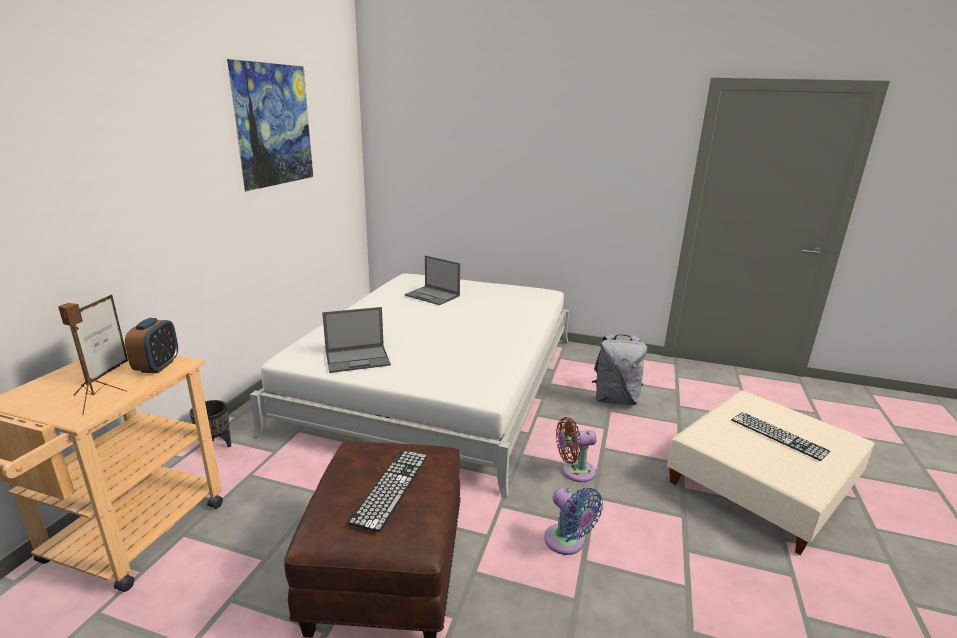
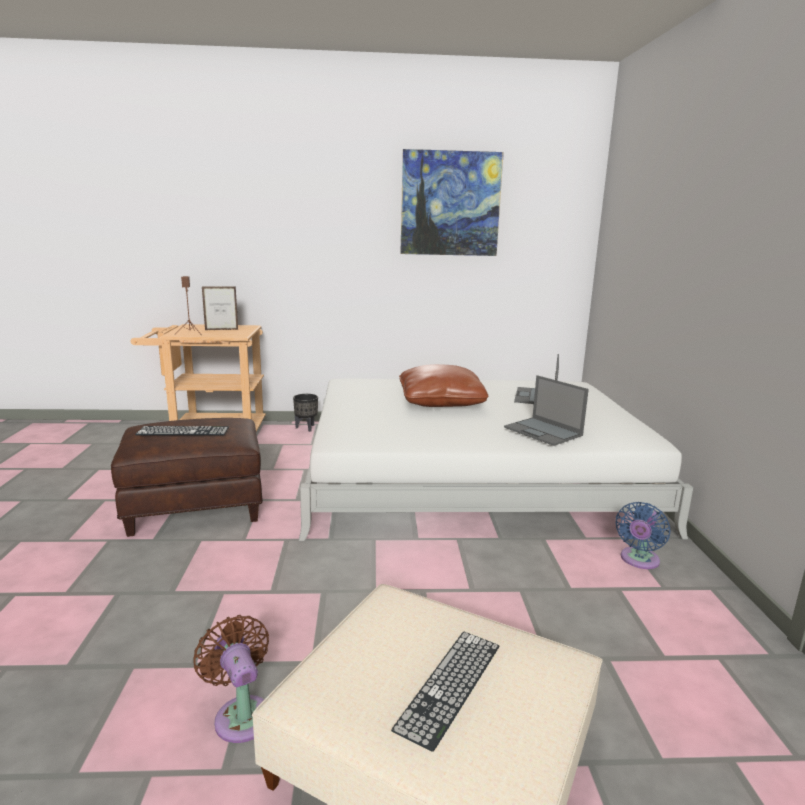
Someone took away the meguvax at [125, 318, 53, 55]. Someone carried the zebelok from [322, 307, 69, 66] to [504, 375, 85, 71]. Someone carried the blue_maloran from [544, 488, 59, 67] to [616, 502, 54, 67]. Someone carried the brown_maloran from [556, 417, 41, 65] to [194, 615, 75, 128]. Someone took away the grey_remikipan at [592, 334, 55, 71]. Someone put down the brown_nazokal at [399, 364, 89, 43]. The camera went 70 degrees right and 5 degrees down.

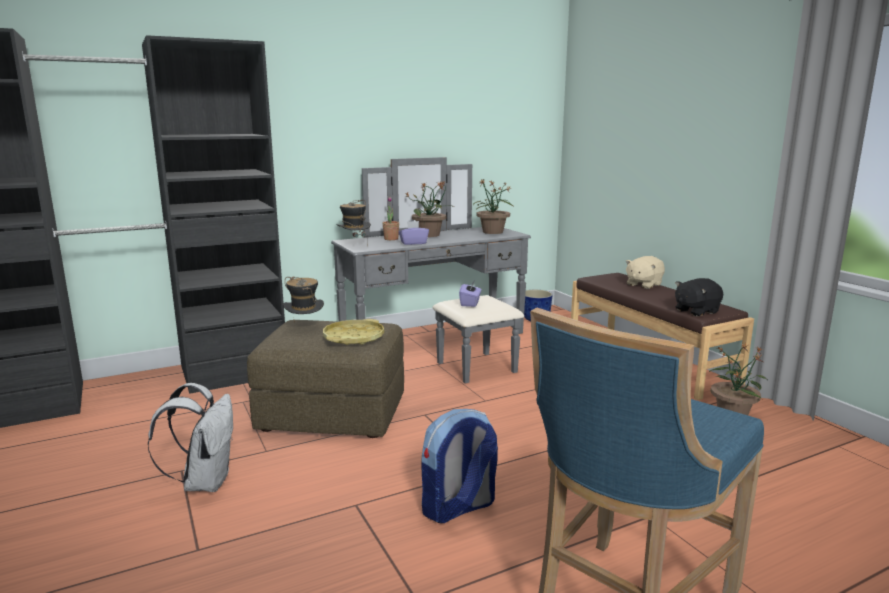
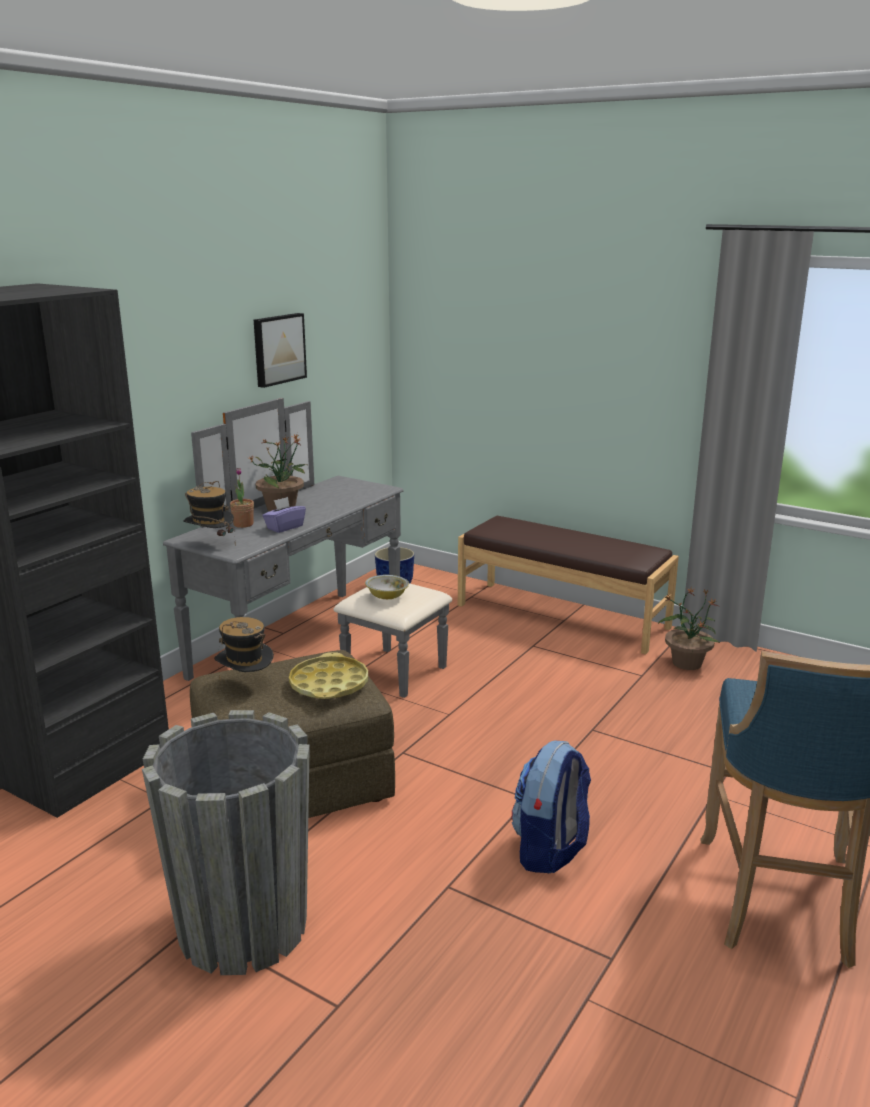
Someone swapped the white_remikipan at [148, 383, 85, 109] for the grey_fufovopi at [142, 710, 168, 265]. Someone swapped the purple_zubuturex at [459, 281, 22, 26] for the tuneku at [365, 575, 44, 24]. Someone took away the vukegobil at [473, 179, 41, 55]. Someone took away the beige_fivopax at [625, 256, 40, 33]. Someone took away the black_fivopax at [675, 278, 48, 38]. Someone put up the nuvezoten at [254, 313, 53, 75]. The camera went 30 degrees left and 5 degrees up.

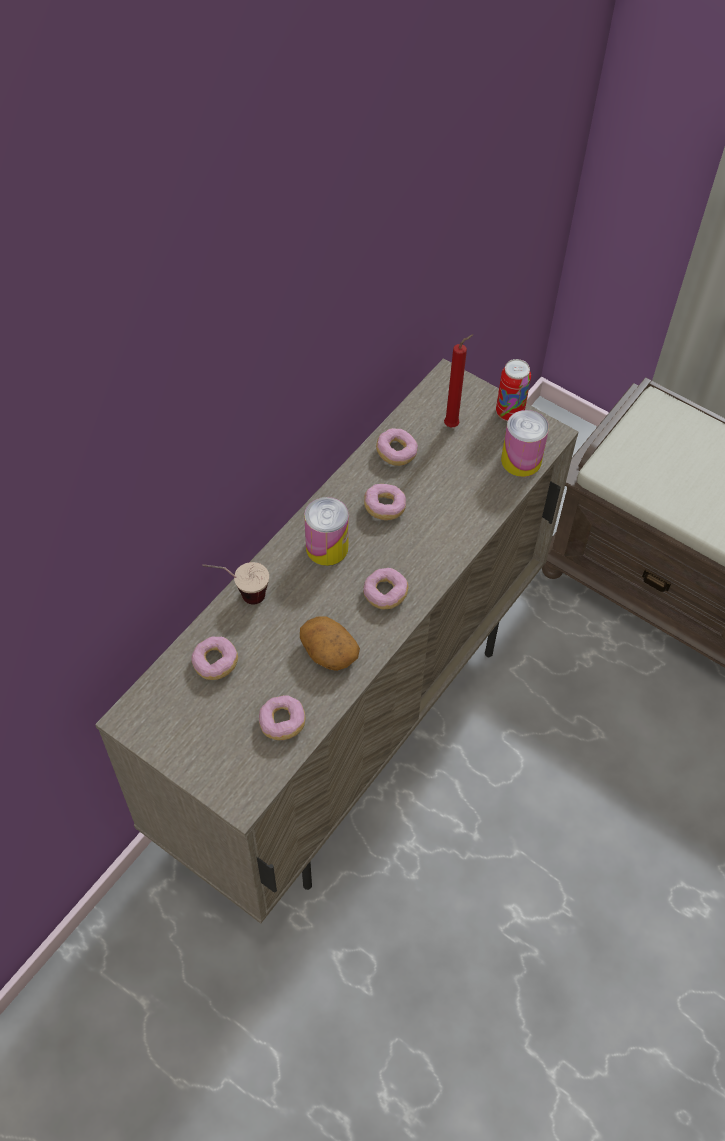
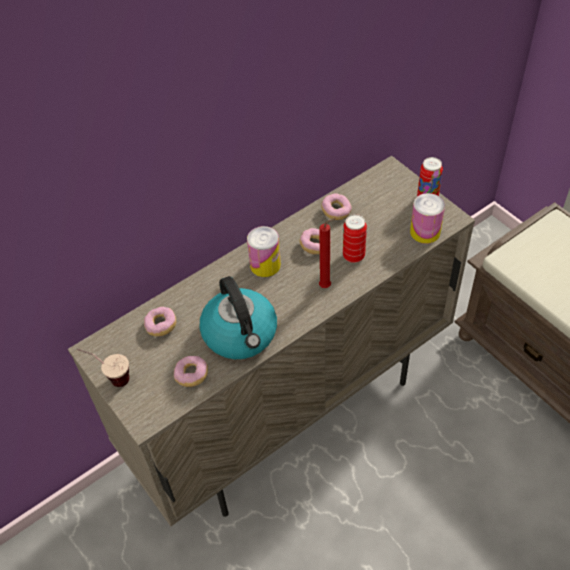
Someone carried the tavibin from [202, 562, 67, 43] to [77, 349, 52, 38]. Someone swapped the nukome at [300, 616, 60, 55] for the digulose at [199, 276, 78, 83]. Someone took away the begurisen at [363, 568, 46, 41]. Someone carried the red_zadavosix from [444, 334, 30, 93] to [319, 218, 17, 70]. Someone put down the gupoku at [343, 214, 24, 49]. The camera went 20 degrees right and 5 degrees down.

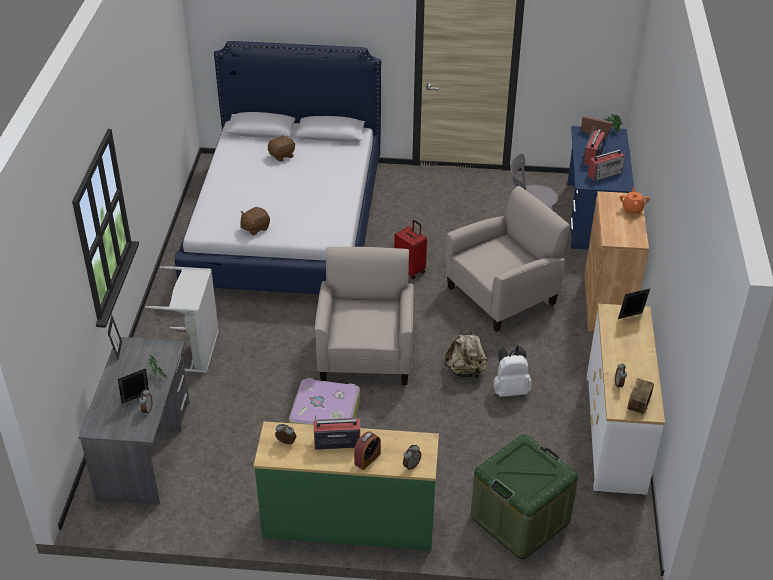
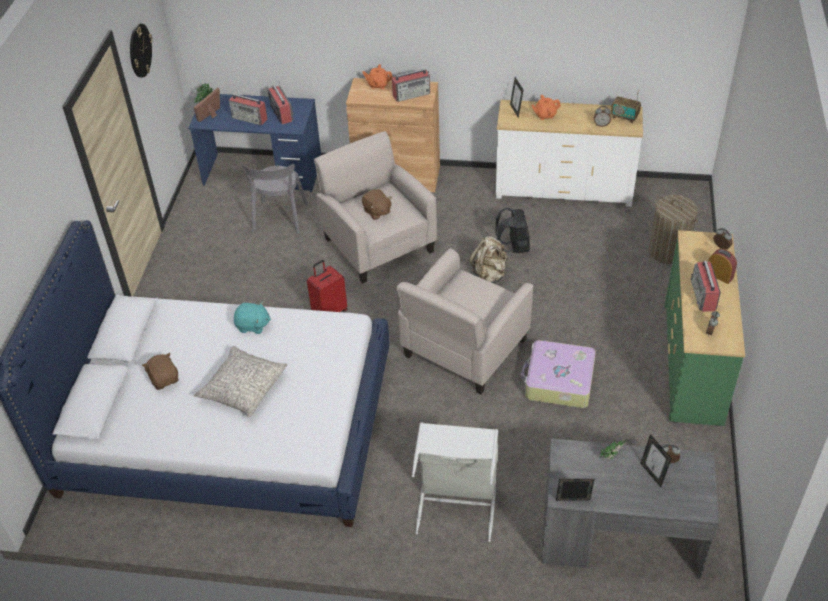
Someone carried the brown_fivopax from [240, 207, 30, 29] to [362, 189, 30, 31]. Someone rotated the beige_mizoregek at [315, 247, 99, 138] by 60 degrees counterclockwise. Someone swapped the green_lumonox at [471, 435, 107, 124] for the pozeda at [649, 195, 49, 69]. Someone repainted the white_remikipan at [493, 345, 39, 52], which became the black_remikipan at [496, 208, 34, 45]. Someone put up the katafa at [130, 24, 23, 53]. Someone put down the grey_nazokal at [194, 346, 93, 71]. Someone put down the turquoise_fivopax at [234, 302, 37, 32]. Someone put down the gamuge at [392, 69, 38, 33]. Someone put down the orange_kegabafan at [531, 95, 30, 25]. The camera went 85 degrees left and 5 degrees up.

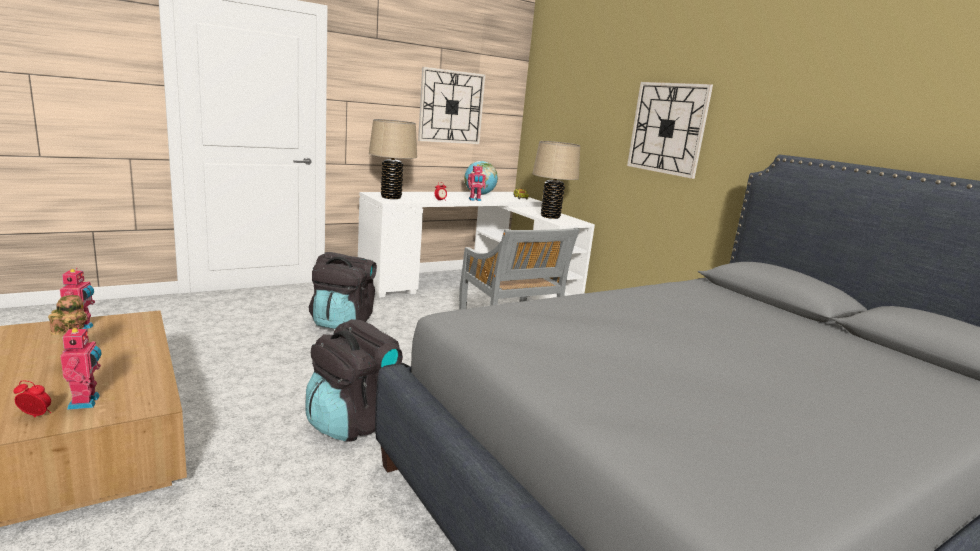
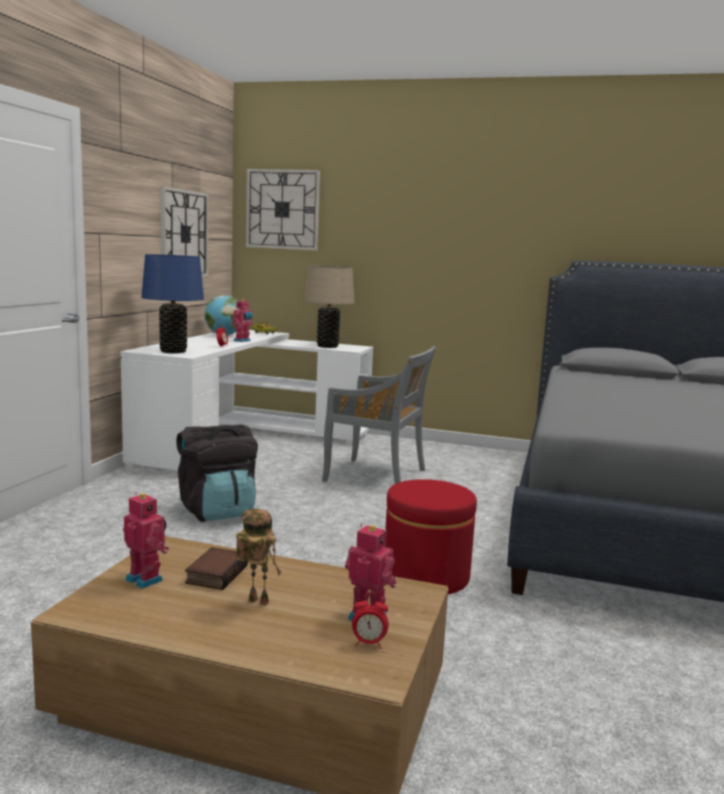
Someone rotated the meguvax at [13, 381, 38, 36] by 135 degrees counterclockwise. Someone swapped the black_remikipan at [305, 319, 105, 122] for the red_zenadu at [384, 479, 93, 115]. Someone repainted the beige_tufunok at [369, 119, 48, 80], which became the blue_tufunok at [141, 254, 63, 99]. Someone carried the katafa from [627, 82, 86, 97] to [246, 169, 74, 82]. Someone put down the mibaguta at [185, 547, 63, 43]. The camera went 40 degrees left and 5 degrees down.

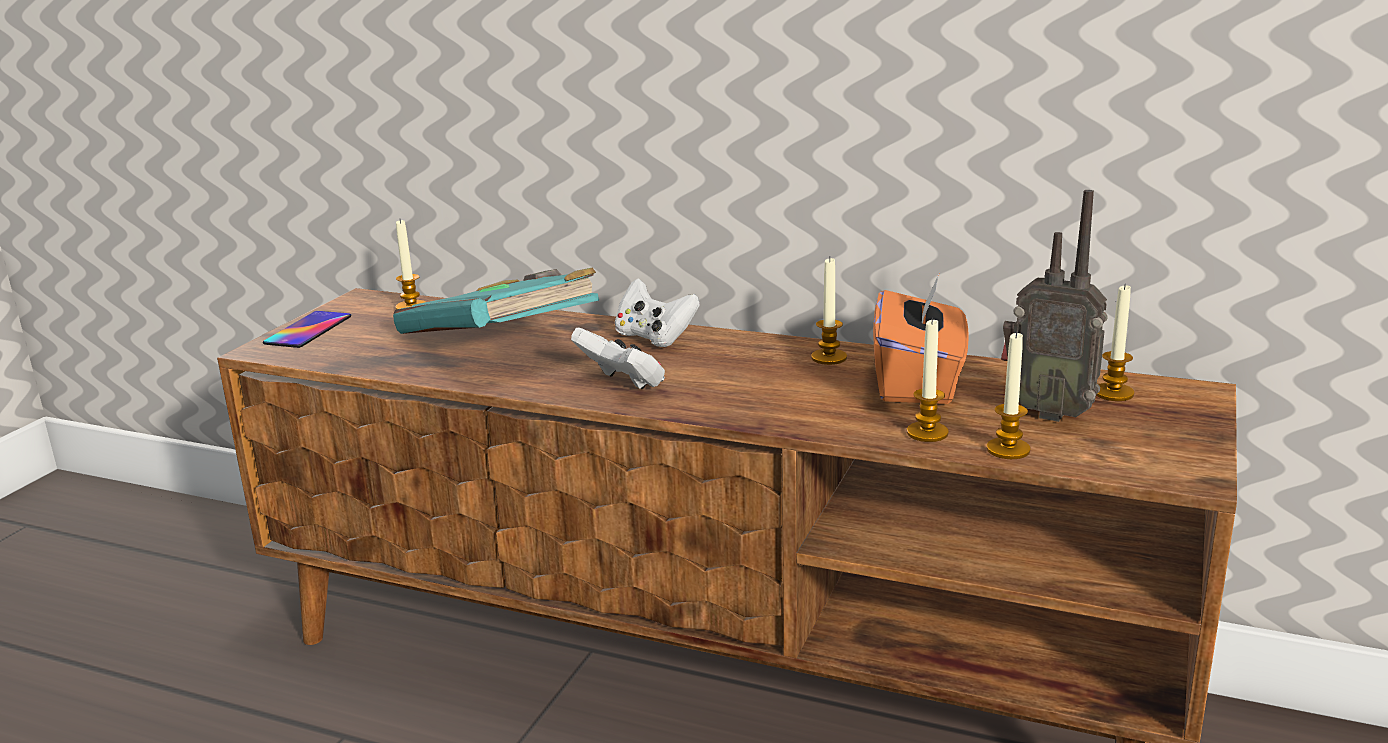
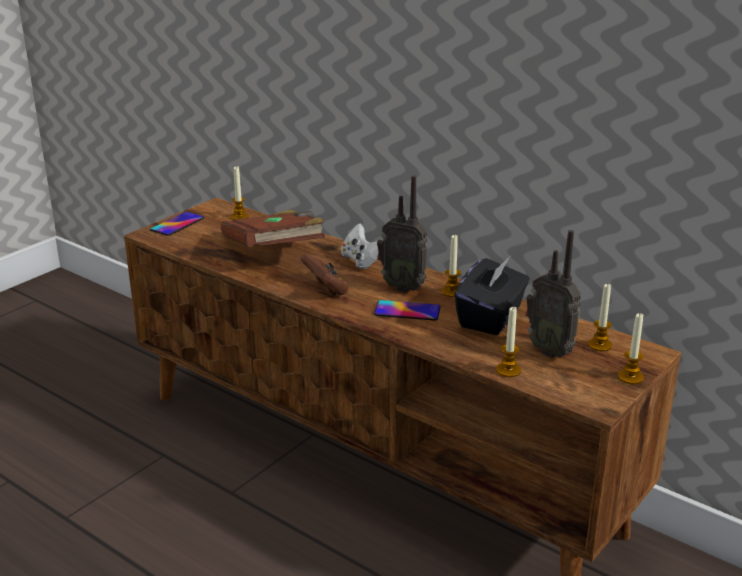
Someone repainted the turquoise_mibaguta at [393, 268, 206, 66], which became the brown_mibaguta at [221, 210, 104, 37]. Someone repainted the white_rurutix at [571, 327, 94, 63], which became the brown_rurutix at [301, 254, 47, 42]. Someone repainted the orange_zubuturex at [873, 277, 95, 127], which became the black_zubuturex at [455, 256, 75, 79]. Someone carried the zadavosix from [907, 318, 42, 124] to [618, 313, 26, 71]. Someone put down the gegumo at [374, 300, 67, 21]. Someone put down the gamuge at [377, 175, 51, 118]. The camera went 15 degrees right and 5 degrees up.

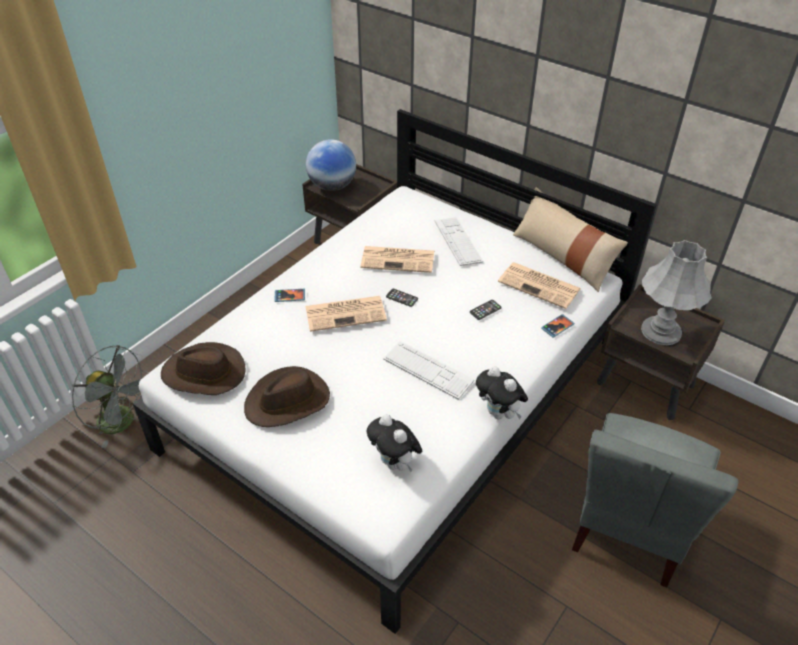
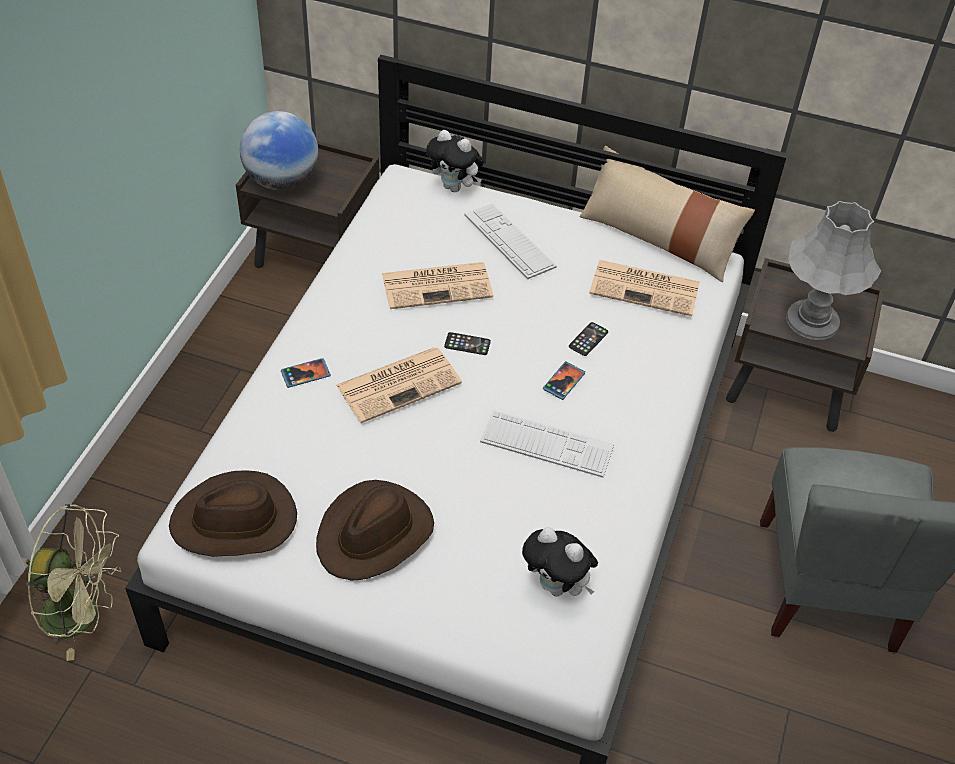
Someone repainted the grey_maloran at [72, 345, 77, 103], which became the green_maloran at [26, 504, 95, 157]. Someone carried the fivopax from [476, 366, 52, 53] to [426, 130, 58, 62]. Someone carried the gegumo from [541, 314, 33, 24] to [543, 361, 42, 39]. The camera went 20 degrees left and 5 degrees up.

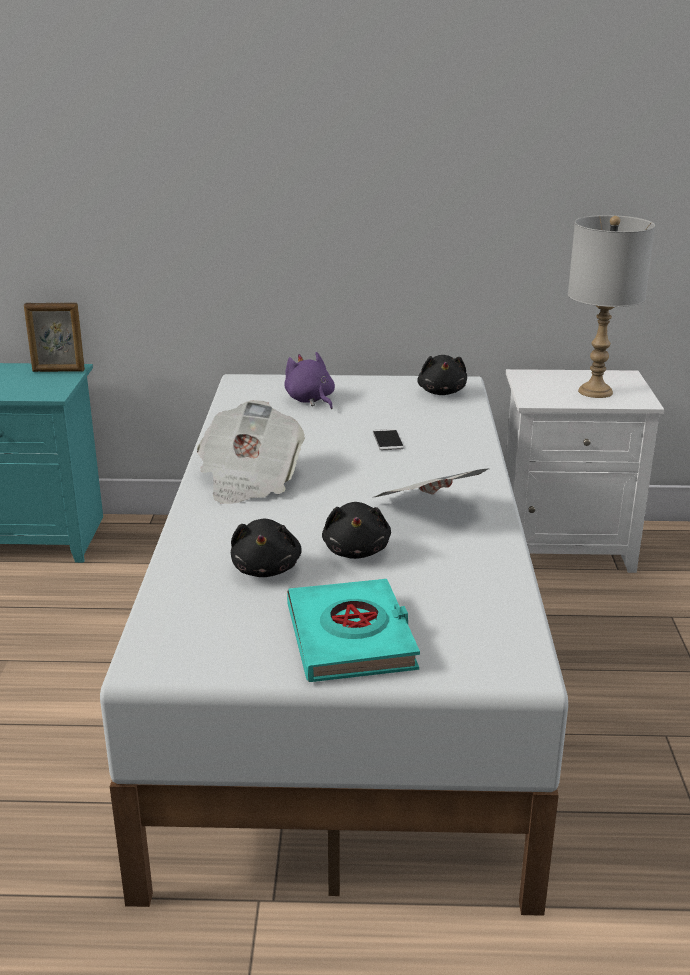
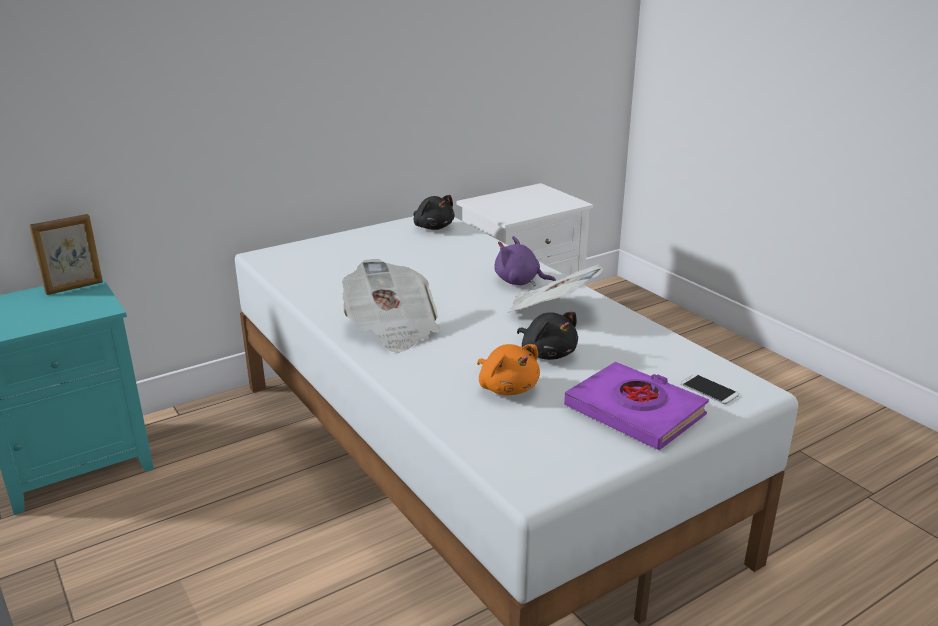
Someone repainted the black_fivopax at [231, 519, 71, 58], which became the orange_fivopax at [477, 344, 63, 51]. Someone carried the purple_fivopax from [284, 352, 51, 57] to [494, 236, 62, 50]. Someone repainted the turquoise_mibaguta at [287, 579, 133, 103], which became the purple_mibaguta at [564, 362, 145, 88]. Someone carried the gegumo from [373, 429, 31, 21] to [680, 374, 59, 30]. Someone took away the grey_tufunok at [568, 215, 87, 183]. The camera went 35 degrees left and 0 degrees up.

